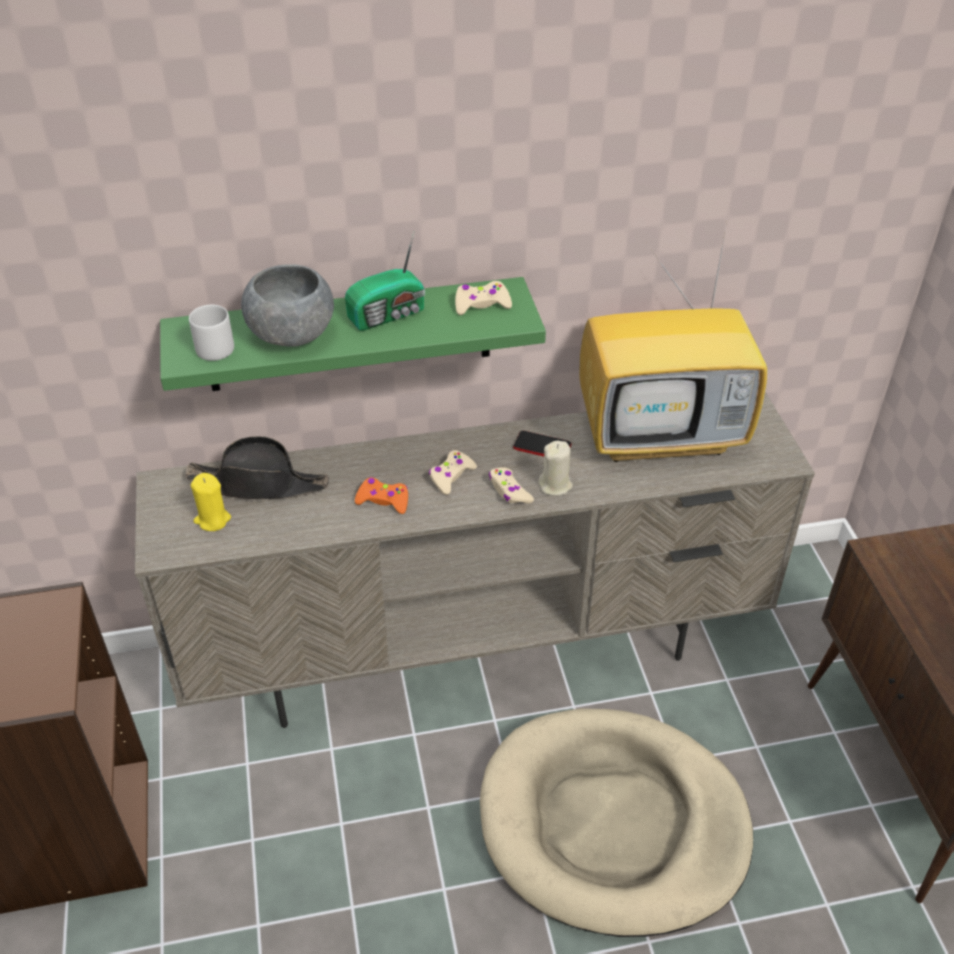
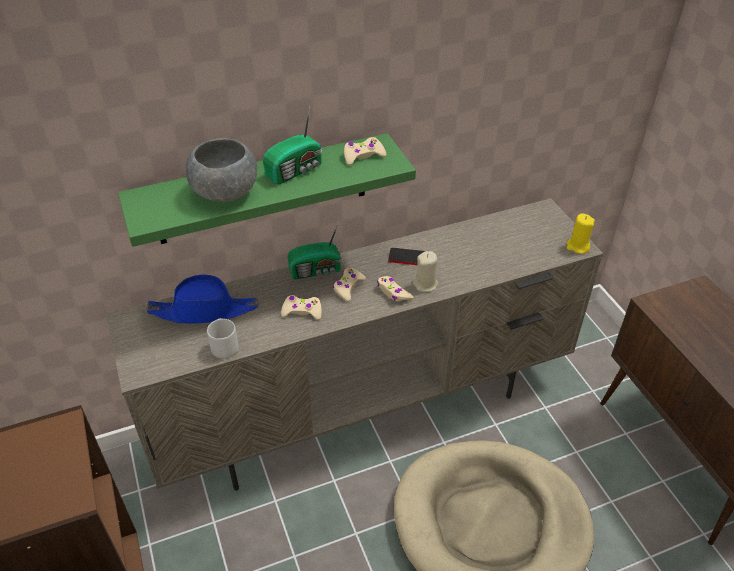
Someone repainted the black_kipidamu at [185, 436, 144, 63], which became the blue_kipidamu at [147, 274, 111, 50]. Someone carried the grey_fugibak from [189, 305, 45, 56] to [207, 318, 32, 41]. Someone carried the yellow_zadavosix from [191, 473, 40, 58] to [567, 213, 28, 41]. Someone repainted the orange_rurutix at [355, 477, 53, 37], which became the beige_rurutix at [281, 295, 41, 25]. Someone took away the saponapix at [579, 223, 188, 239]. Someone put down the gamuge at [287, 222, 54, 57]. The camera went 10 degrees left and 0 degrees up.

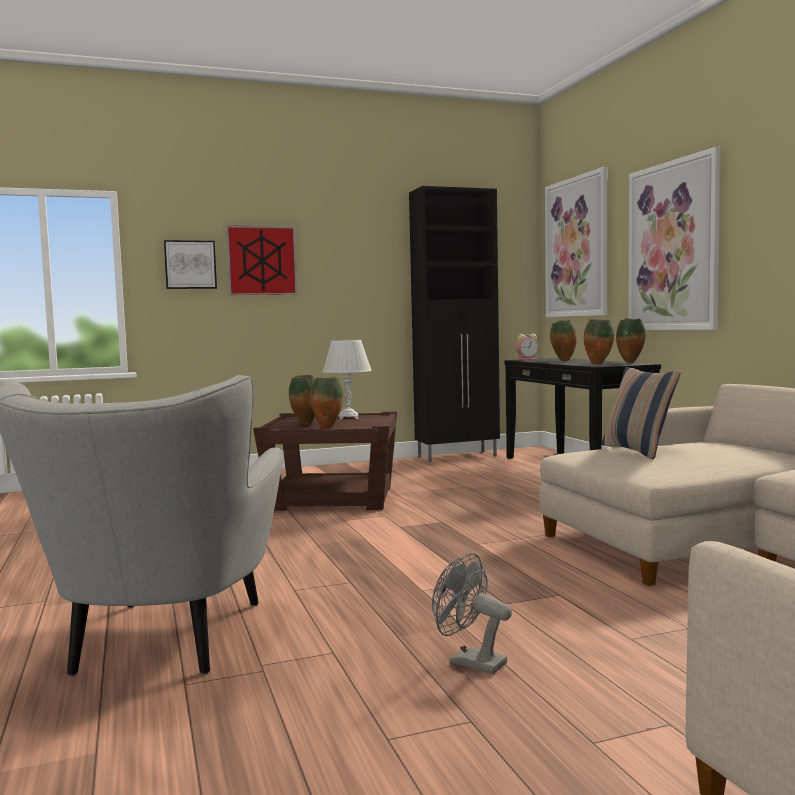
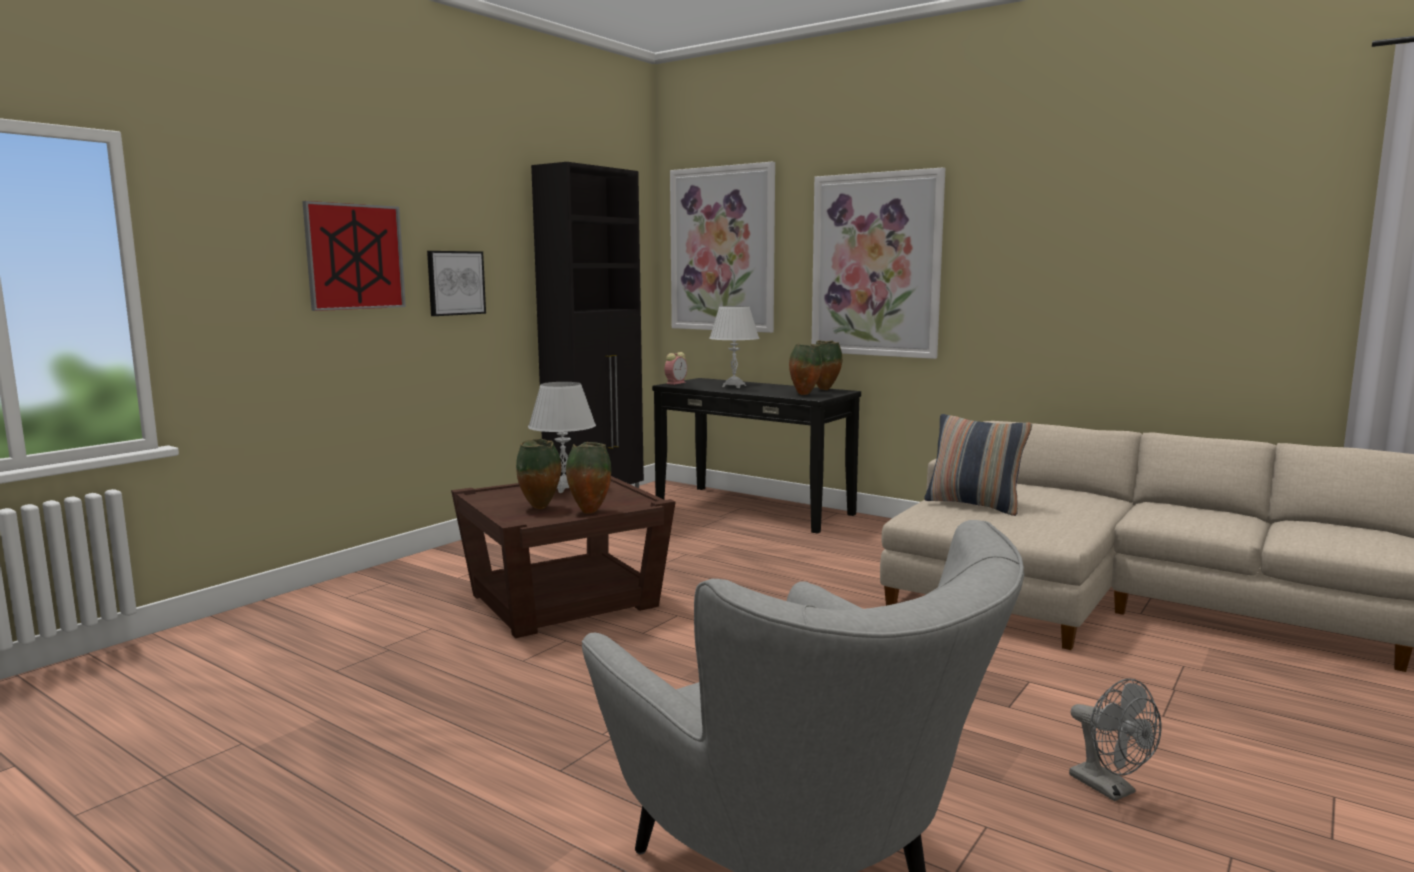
Someone carried the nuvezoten from [164, 240, 53, 49] to [427, 251, 59, 65]. Someone rotated the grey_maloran at [432, 553, 80, 121] by 120 degrees counterclockwise. Someone swapped the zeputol at [550, 320, 27, 41] for the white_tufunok at [709, 306, 51, 82]. The camera went 35 degrees left and 5 degrees up.

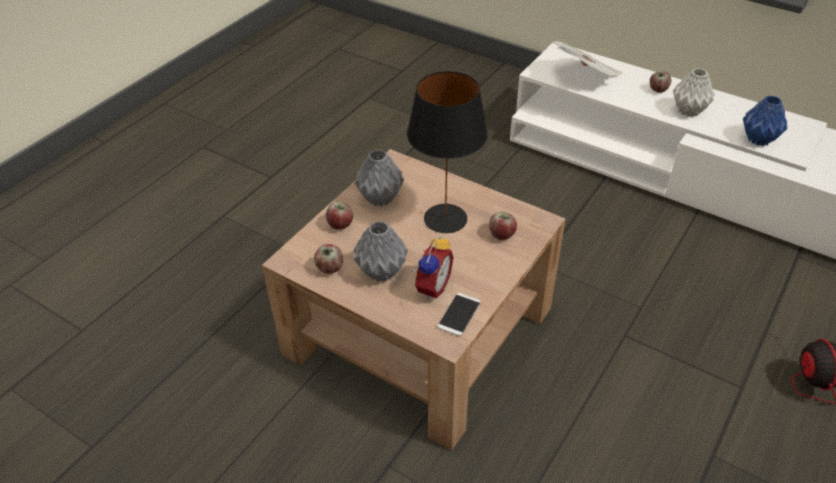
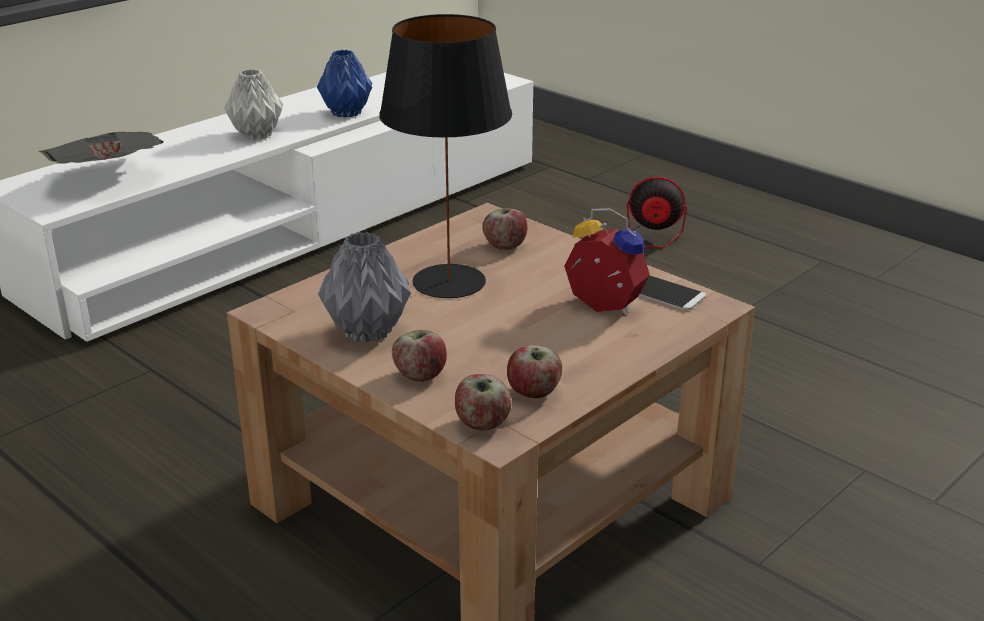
Someone took away the grey_zeputol at [354, 221, 54, 61]. Someone carried the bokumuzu from [650, 71, 21, 22] to [455, 374, 57, 57]. The camera went 80 degrees left and 15 degrees down.

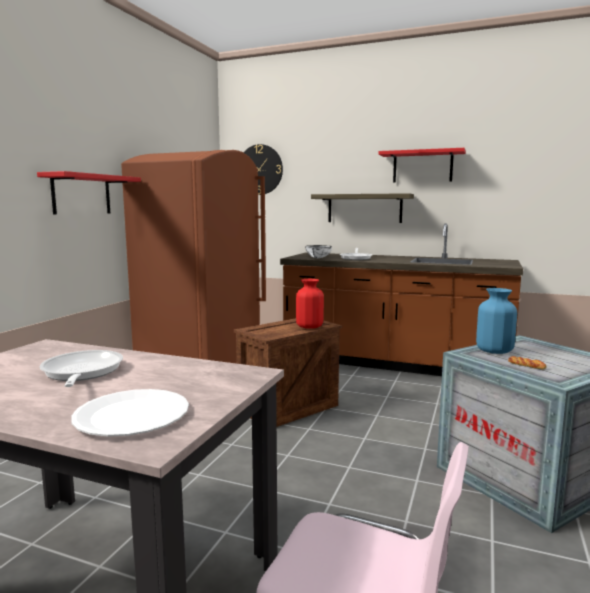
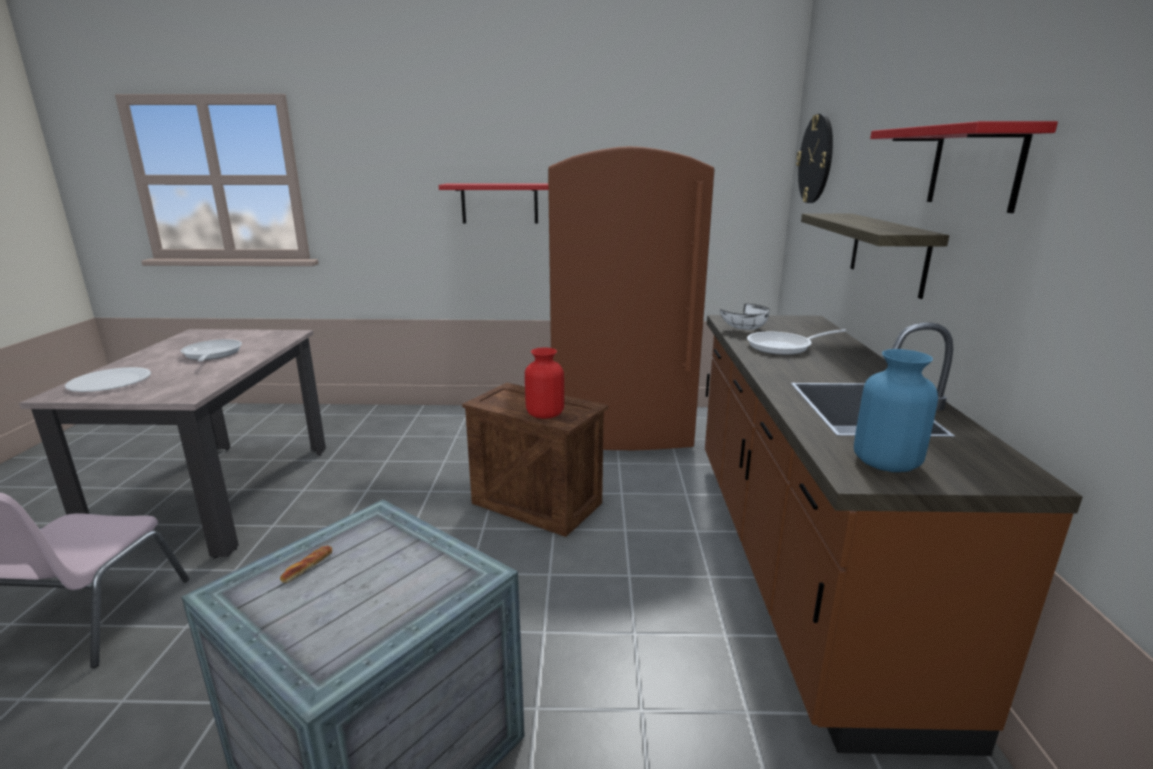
Someone rotated the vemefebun at [40, 350, 83, 37] by 75 degrees counterclockwise. Someone carried the blue_zeputol from [476, 288, 41, 66] to [854, 349, 84, 123]. The camera went 70 degrees right and 10 degrees up.

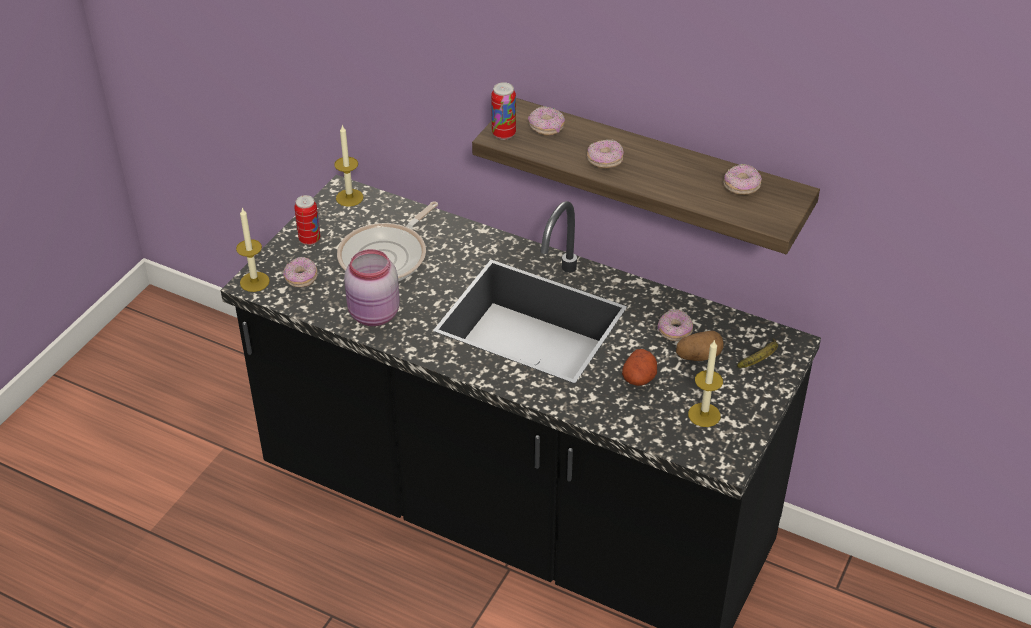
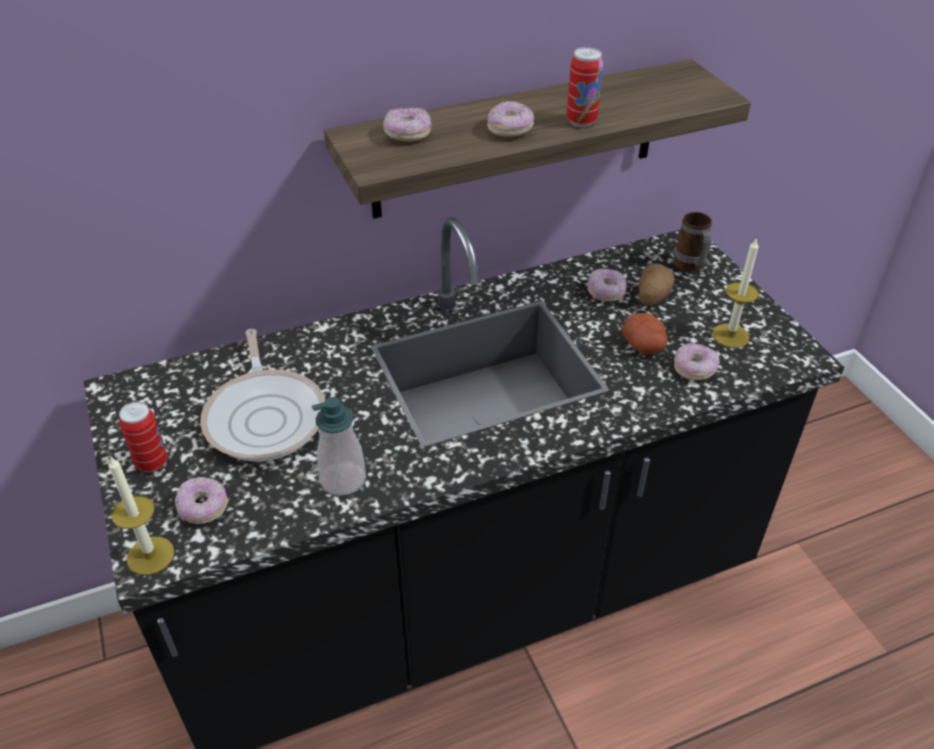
Someone took away the zadavosix at [334, 125, 29, 82]. Someone swapped the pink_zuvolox at [344, 249, 56, 77] for the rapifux at [312, 397, 54, 99]. Someone carried the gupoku from [491, 82, 25, 58] to [567, 47, 36, 80]. Someone carried the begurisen from [723, 164, 39, 31] to [674, 343, 46, 37]. Someone swapped the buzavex at [737, 339, 41, 29] for the fugibak at [673, 212, 39, 60]. The camera went 50 degrees left and 0 degrees up.

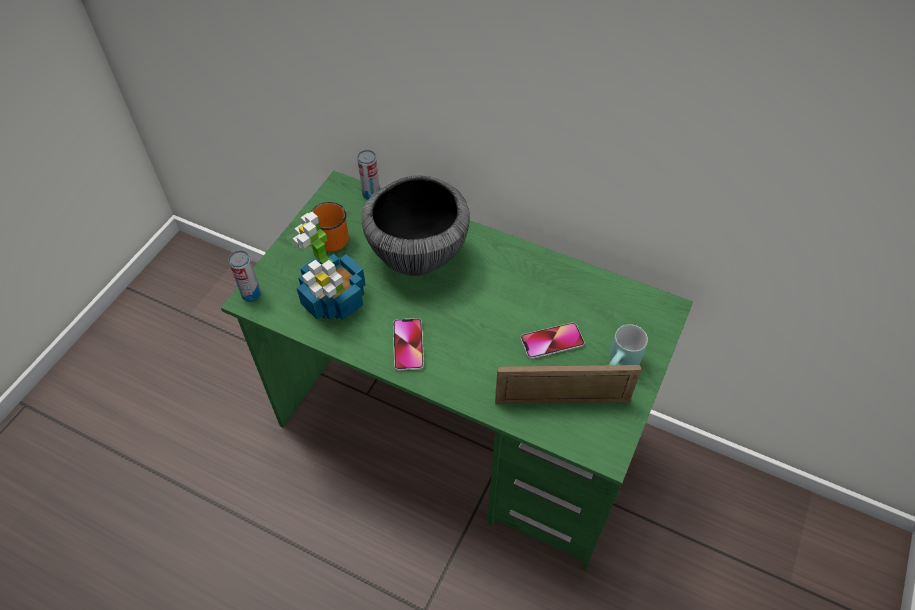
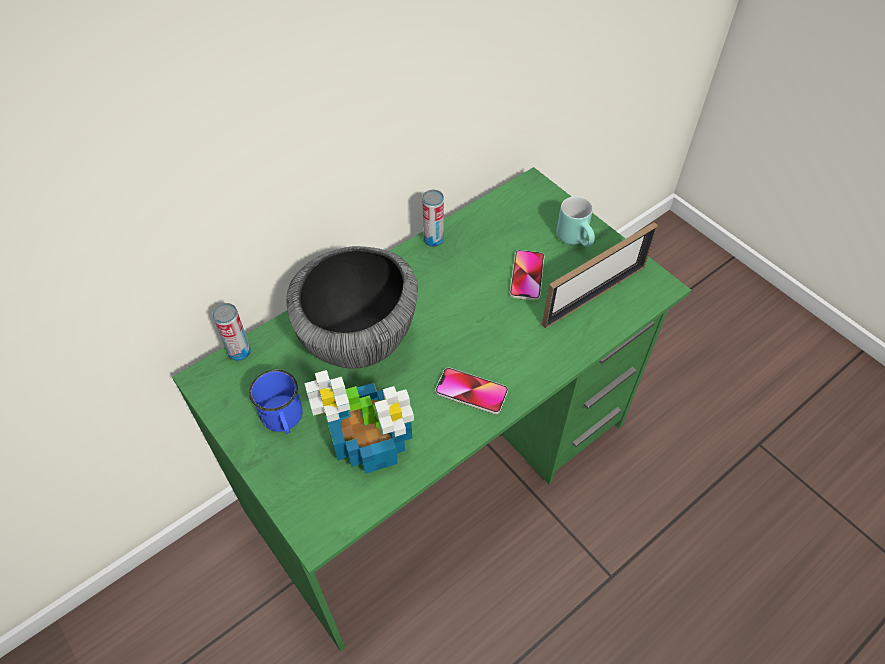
Someone carried the gupoku from [228, 250, 33, 52] to [422, 190, 22, 57]. Someone repainted the orange_fugibak at [309, 202, 40, 50], which became the blue_fugibak at [249, 370, 54, 64]. Someone rotated the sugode at [495, 365, 146, 39] by 150 degrees counterclockwise. The camera went 65 degrees left and 0 degrees up.

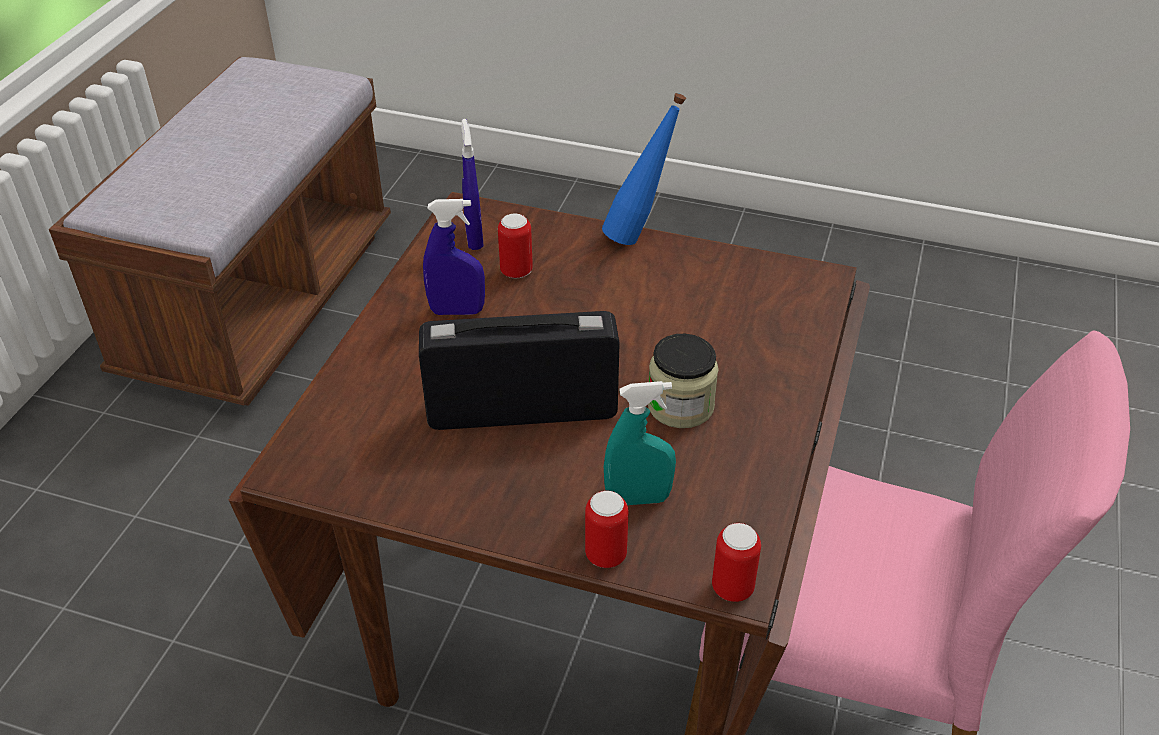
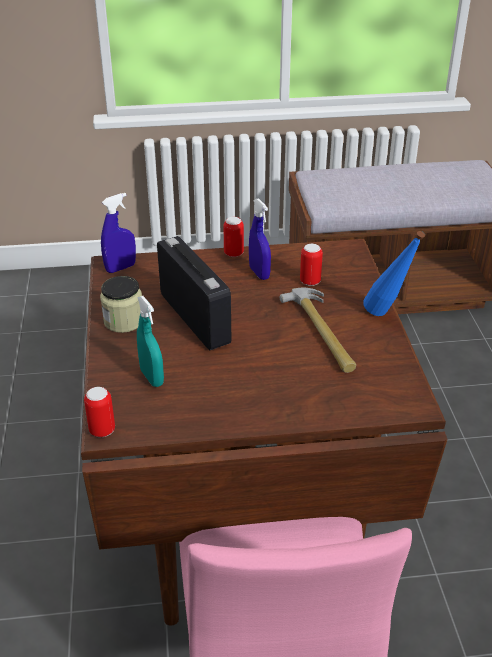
Someone carried the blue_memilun from [461, 119, 23, 131] to [101, 193, 35, 80]. Someone carried the gupoku from [585, 491, 44, 77] to [223, 217, 21, 40]. Someone carried the zuvolox from [648, 334, 71, 94] to [100, 276, 42, 57]. Someone put down the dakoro at [280, 288, 76, 85]. The camera went 65 degrees right and 5 degrees down.

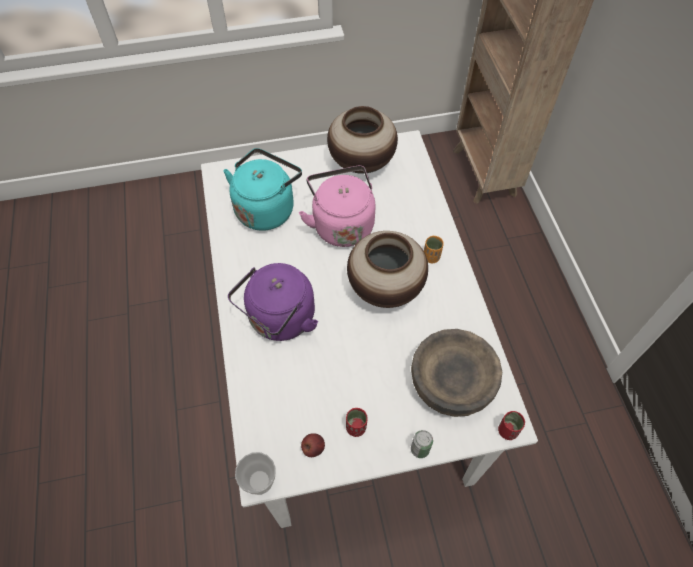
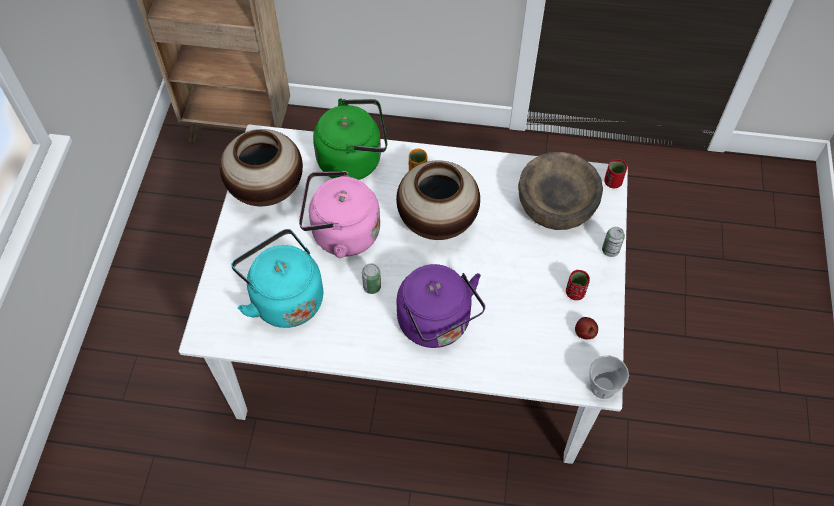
Someone put down the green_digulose at [313, 99, 74, 81]. Someone put down the gupoku at [362, 263, 19, 31]. The camera went 70 degrees left and 0 degrees up.

